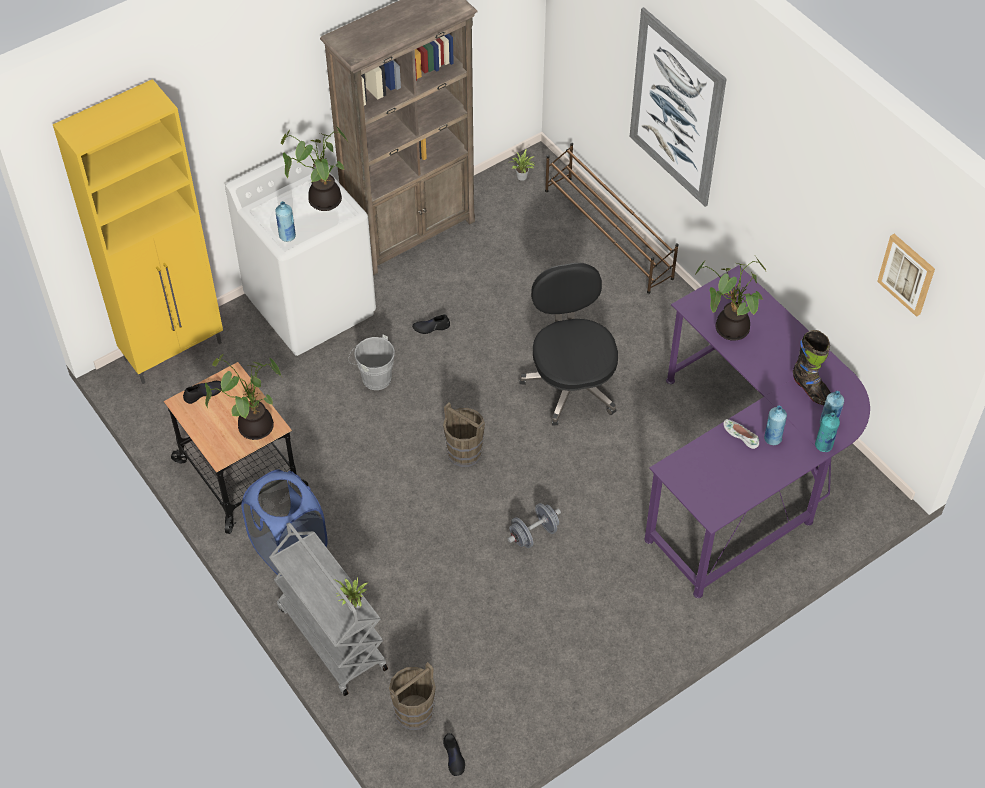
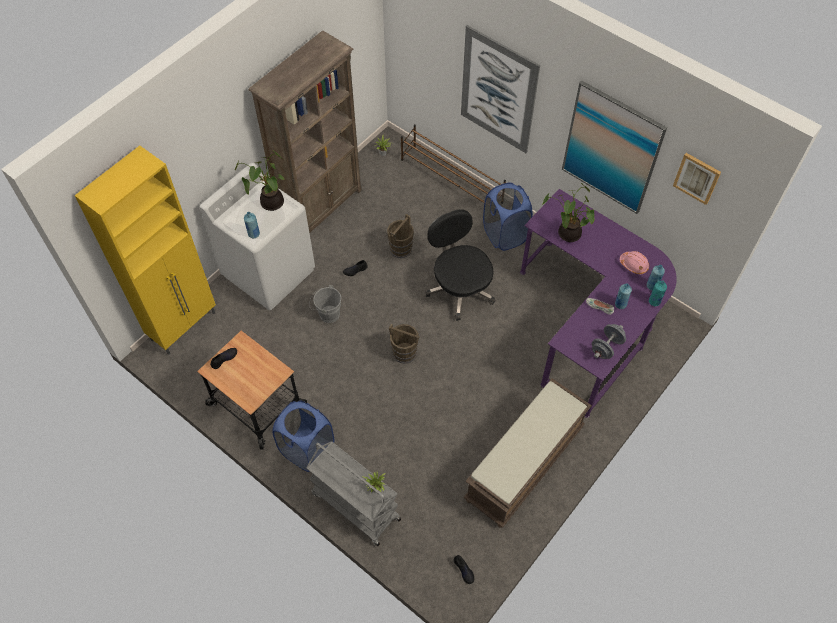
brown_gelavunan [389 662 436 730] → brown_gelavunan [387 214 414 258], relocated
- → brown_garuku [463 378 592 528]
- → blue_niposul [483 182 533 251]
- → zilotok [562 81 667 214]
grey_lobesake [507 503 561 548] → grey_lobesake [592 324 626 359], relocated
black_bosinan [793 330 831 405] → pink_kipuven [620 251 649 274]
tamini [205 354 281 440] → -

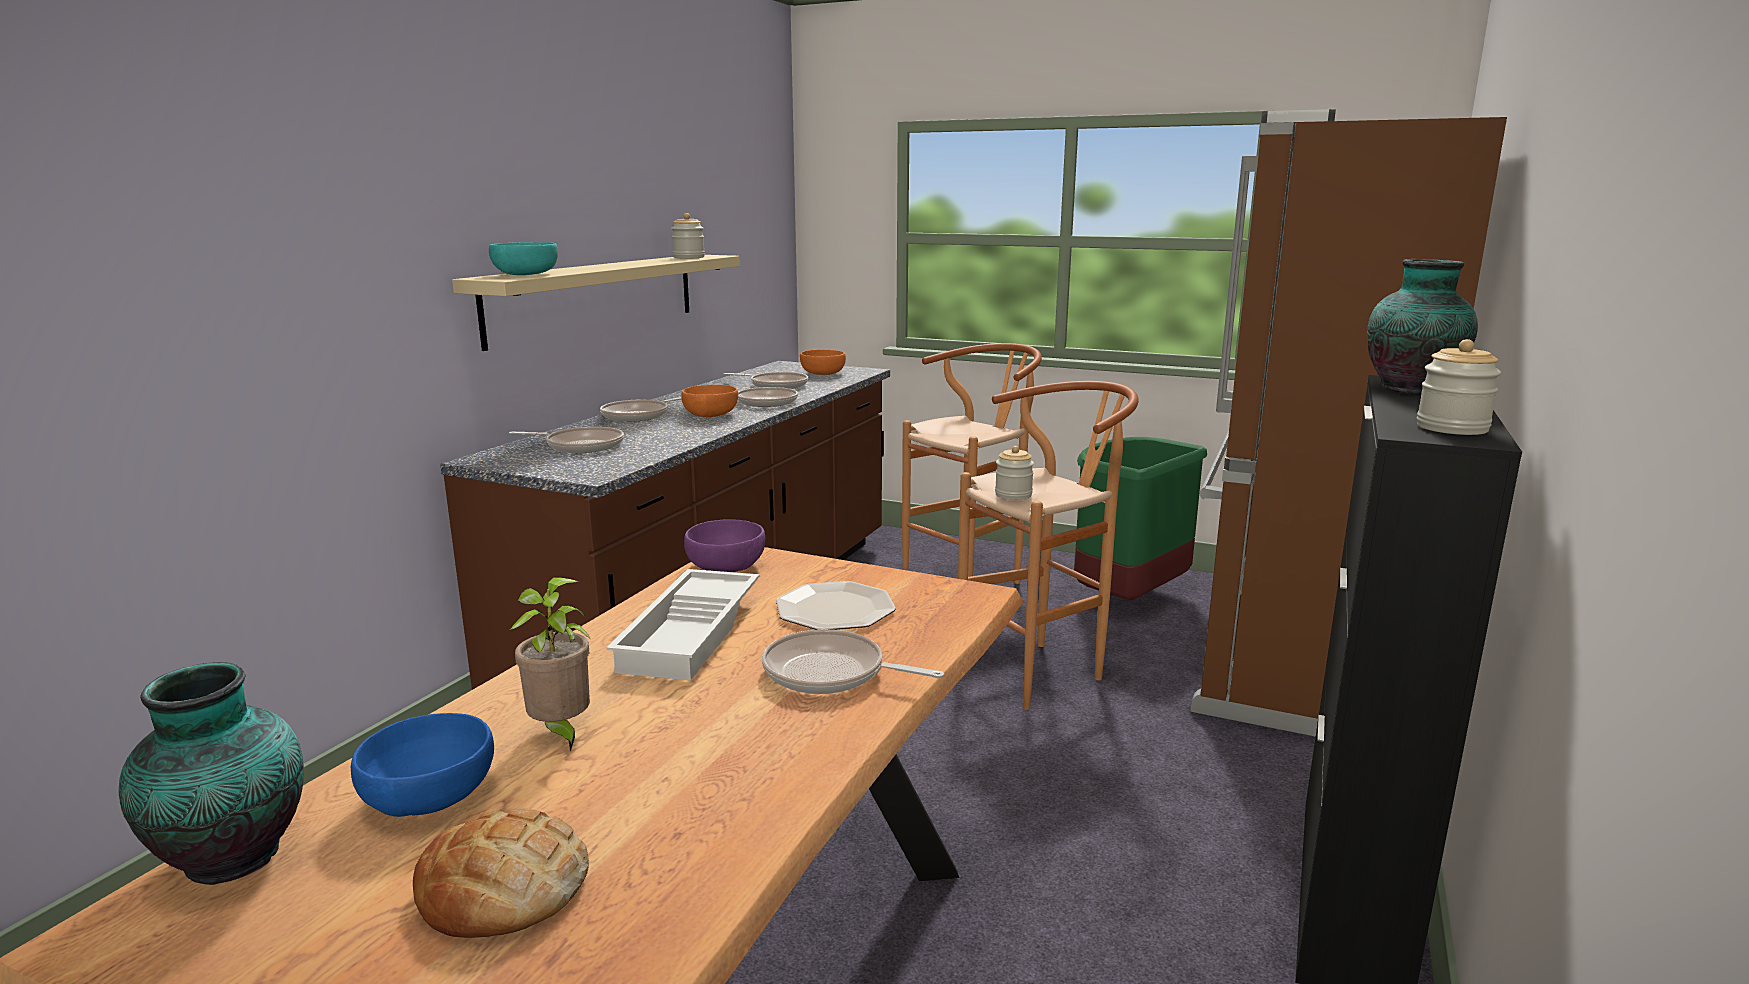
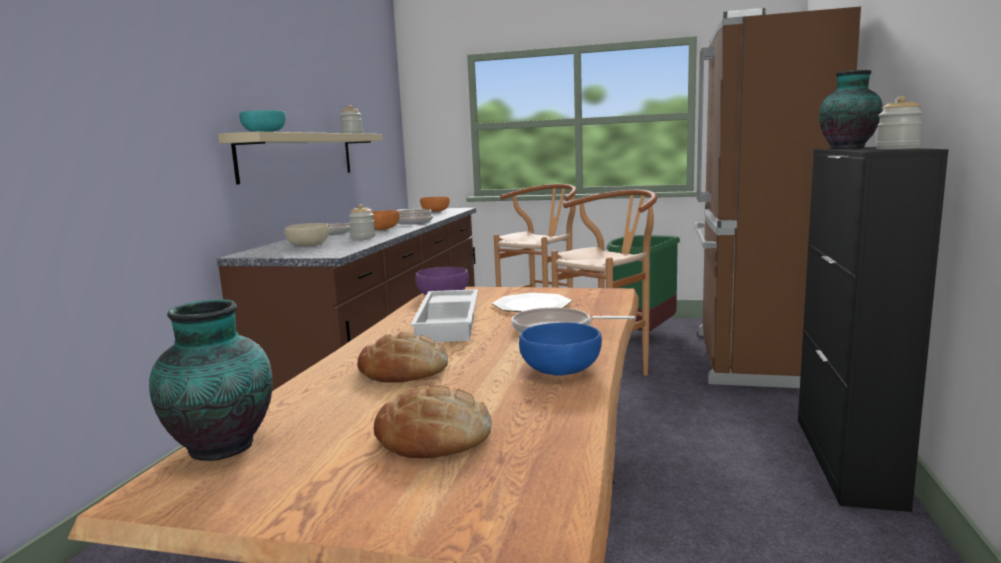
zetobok [509 426 624 453] → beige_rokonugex [285 223 330 246]
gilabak [995 446 1034 500] → gilabak [349 204 376 239], relocated
tamini [509 577 590 752] → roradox [357 332 448 383]
blue_rokonugex [350 713 494 817] → blue_rokonugex [519 322 602 376], relocated

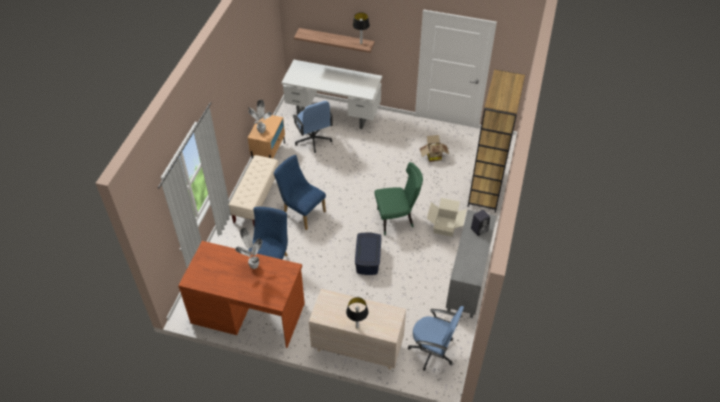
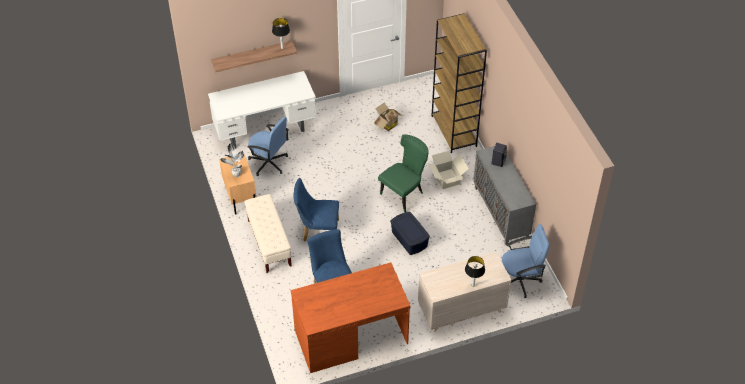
tamini [236 228 262 269] → -

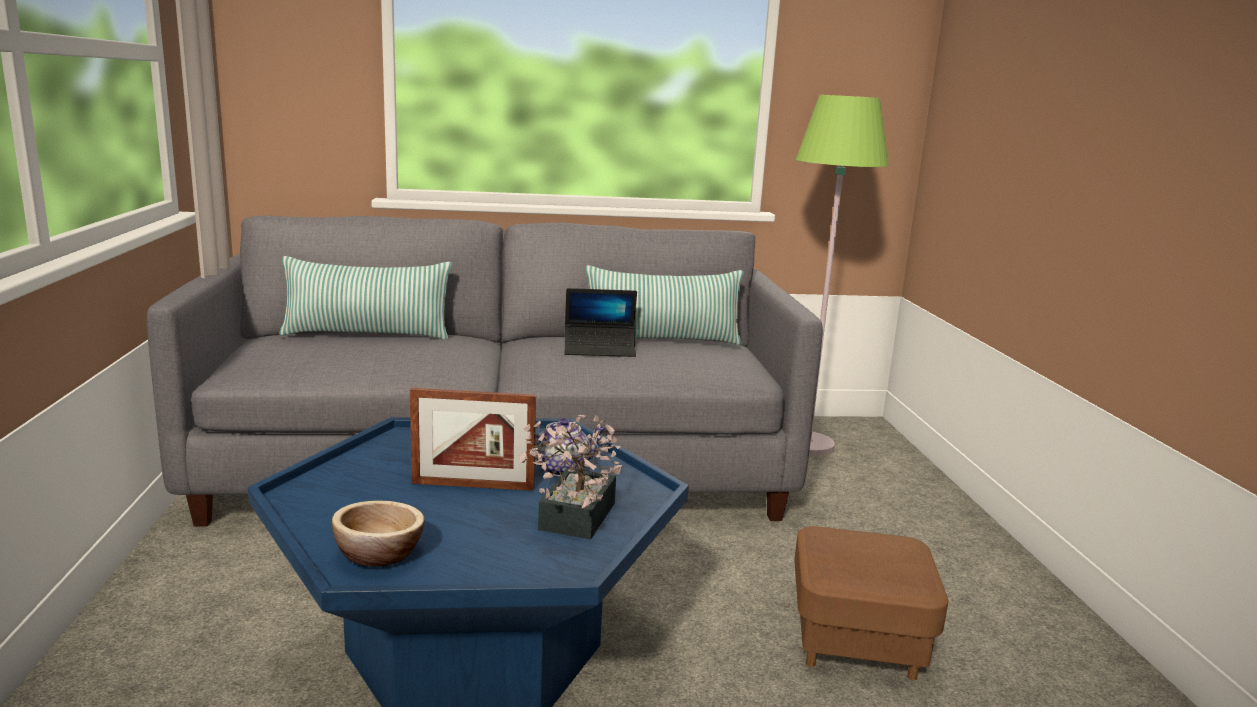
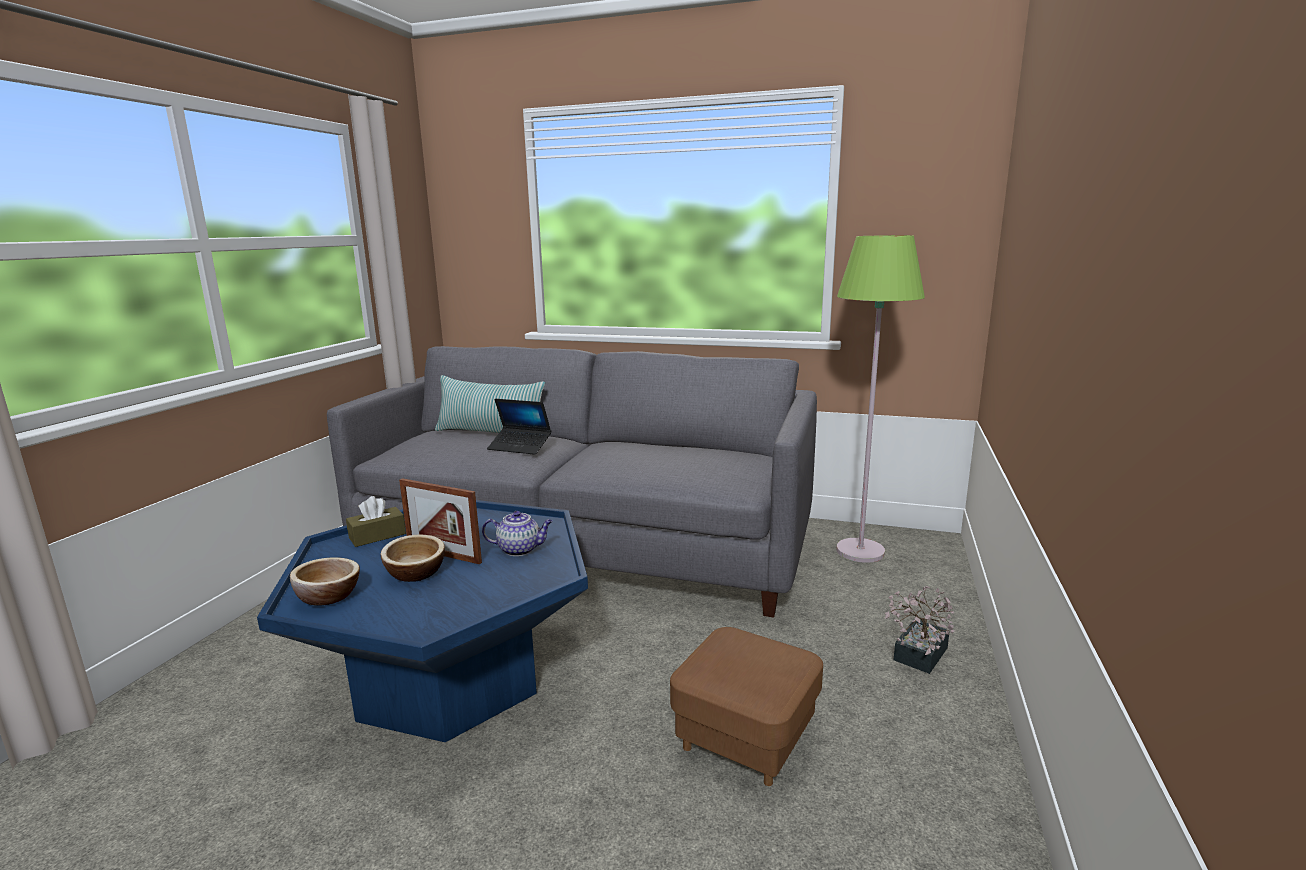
- → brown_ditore [346 496 406 547]
- → rokonugex [381 535 445 582]
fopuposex [565 288 637 357] → fopuposex [487 399 551 455], relocated
tamini [519 415 623 540] → tamini [884 586 955 674], relocated
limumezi [585 265 744 345] → -

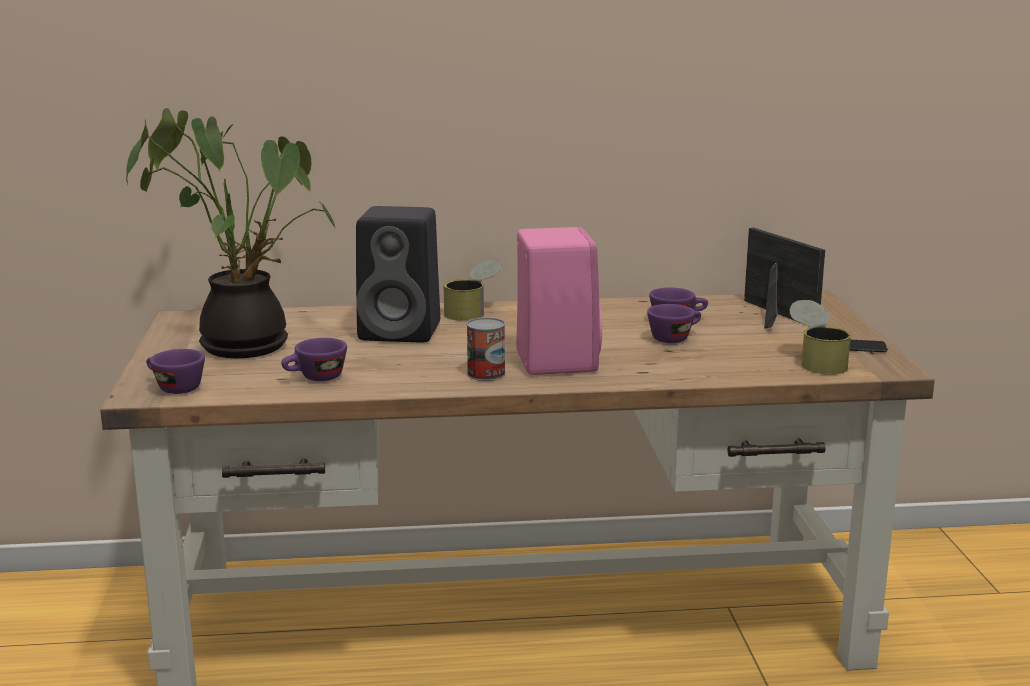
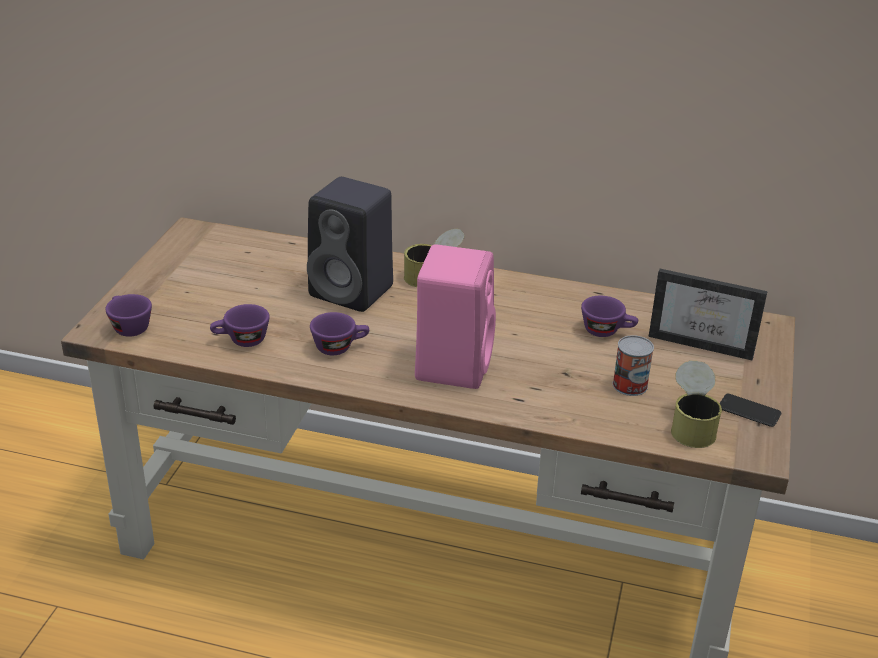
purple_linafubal [647 304 701 343] → purple_linafubal [310 312 369 355], relocated
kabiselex [466 317 506 381] → kabiselex [613 335 654 396], relocated
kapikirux [744 228 825 329] → kapikirux [649 269 768 360], 120 degrees clockwise
tamini [126 108 337 358] → -

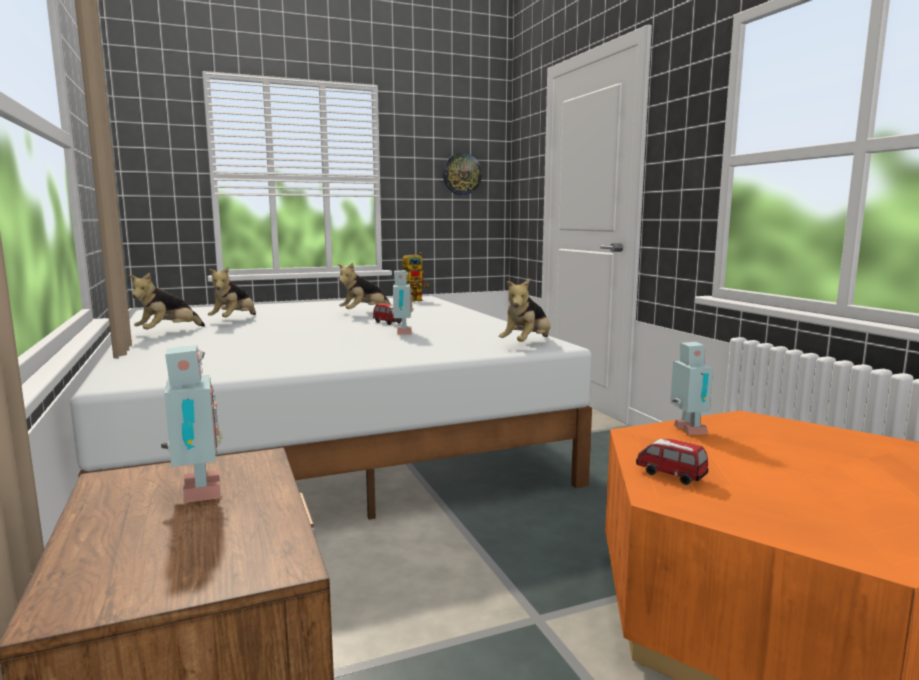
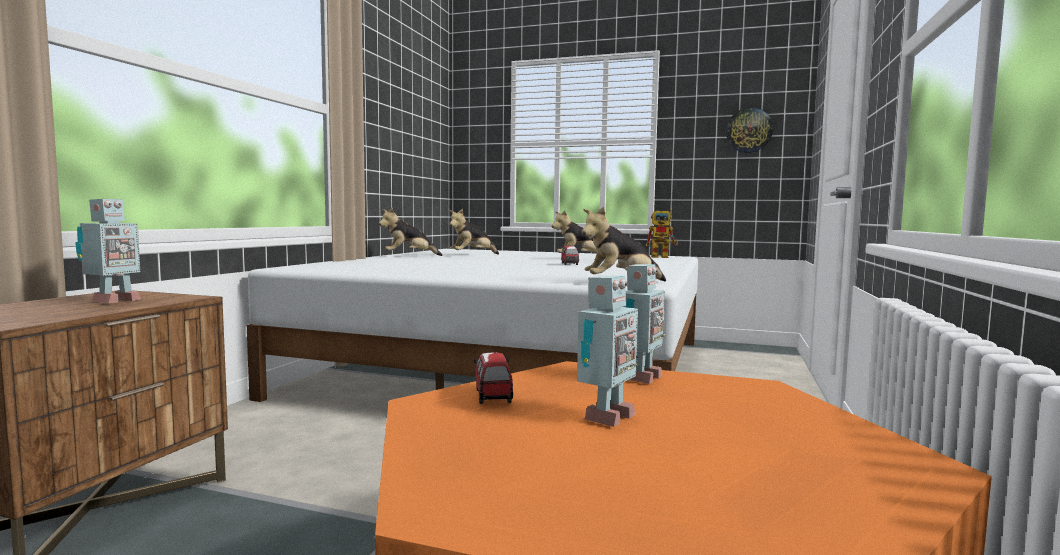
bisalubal [390 270 414 335] → bisalubal [577 275 638 427], relocated

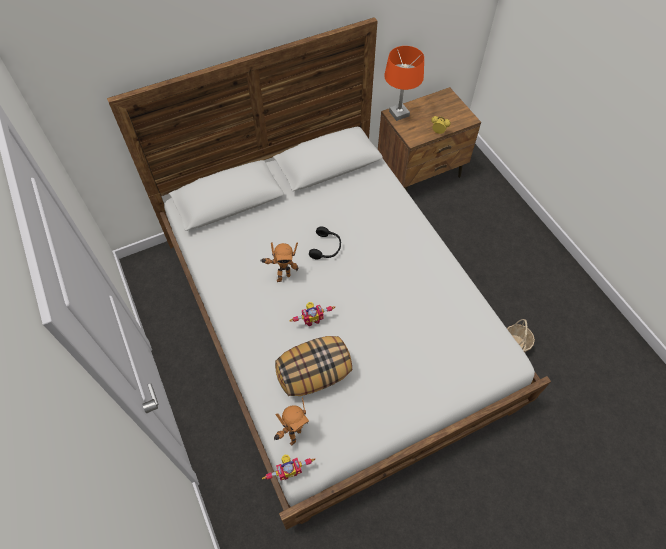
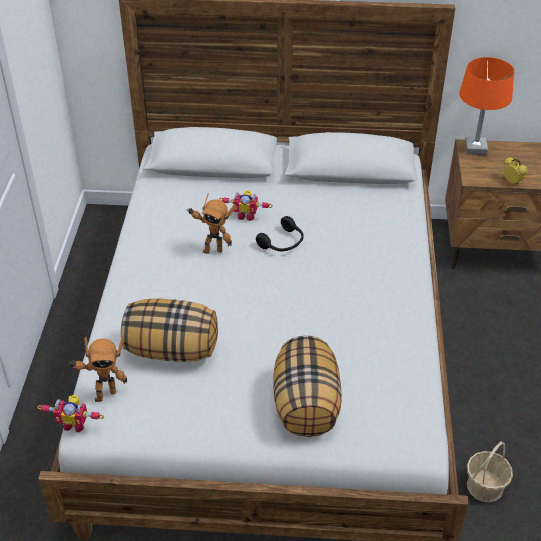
bisalubal [290 302 335 326] → bisalubal [219 191 273 221], relocated
- → limumezi [273 335 342 437]

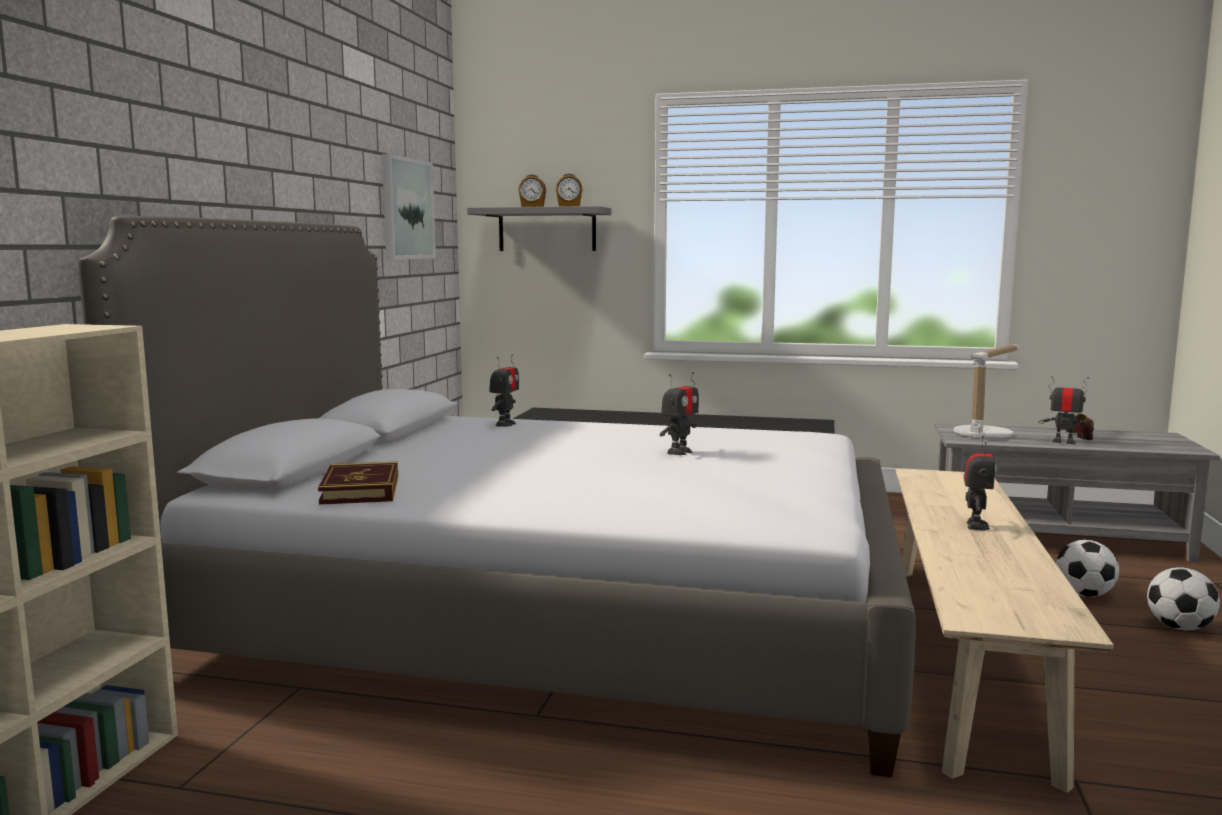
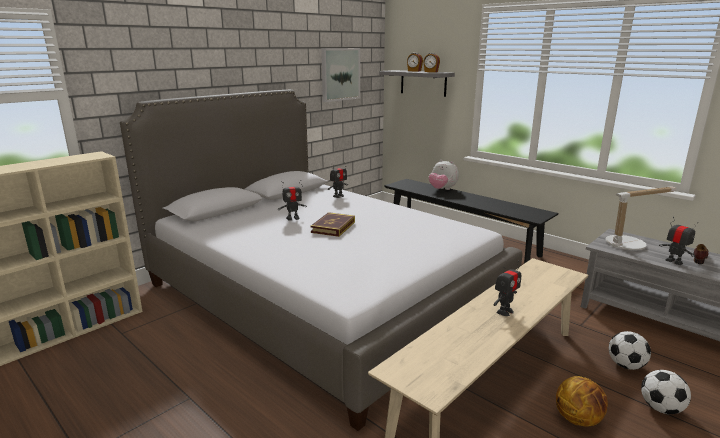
bisalubal [660 372 699 455] → bisalubal [278 180 307 221], relocated
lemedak [318 462 398 505] → lemedak [311 212 355 237], relocated
- → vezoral [429 159 459 190]
- → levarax [556 376 608 426]

